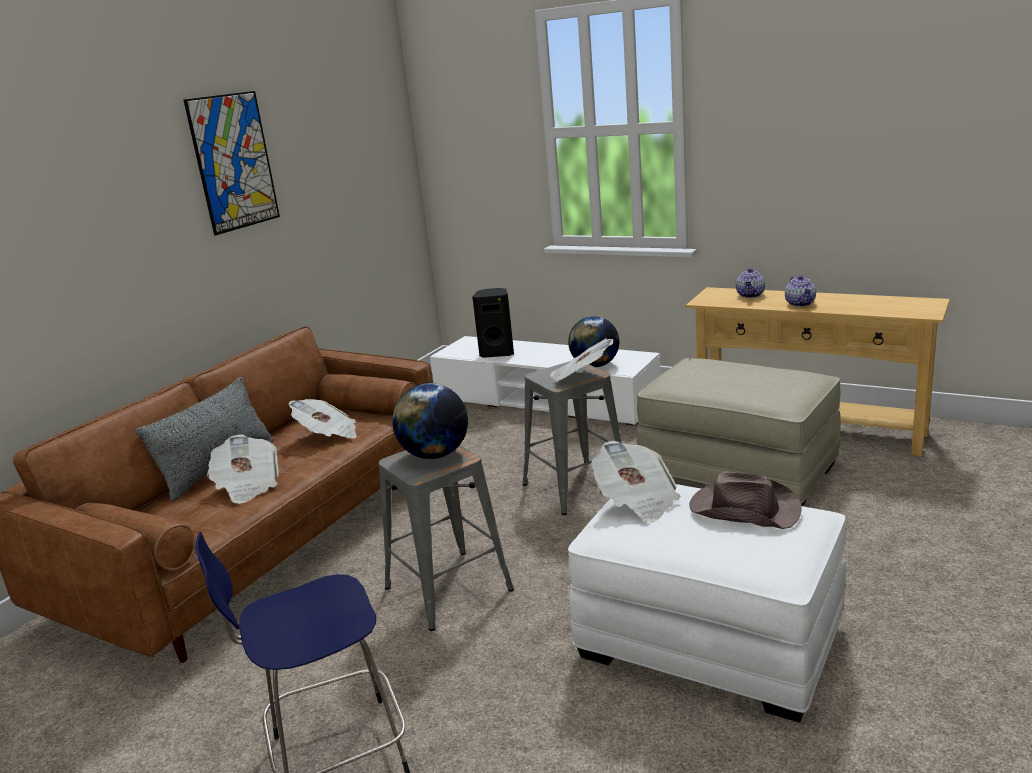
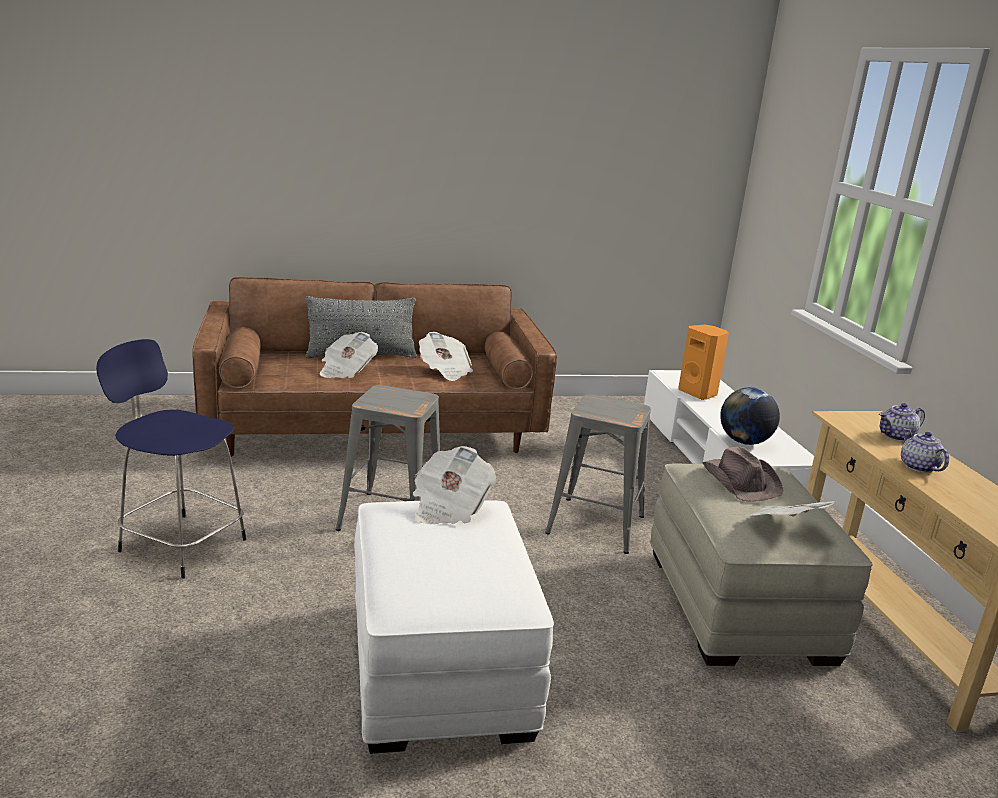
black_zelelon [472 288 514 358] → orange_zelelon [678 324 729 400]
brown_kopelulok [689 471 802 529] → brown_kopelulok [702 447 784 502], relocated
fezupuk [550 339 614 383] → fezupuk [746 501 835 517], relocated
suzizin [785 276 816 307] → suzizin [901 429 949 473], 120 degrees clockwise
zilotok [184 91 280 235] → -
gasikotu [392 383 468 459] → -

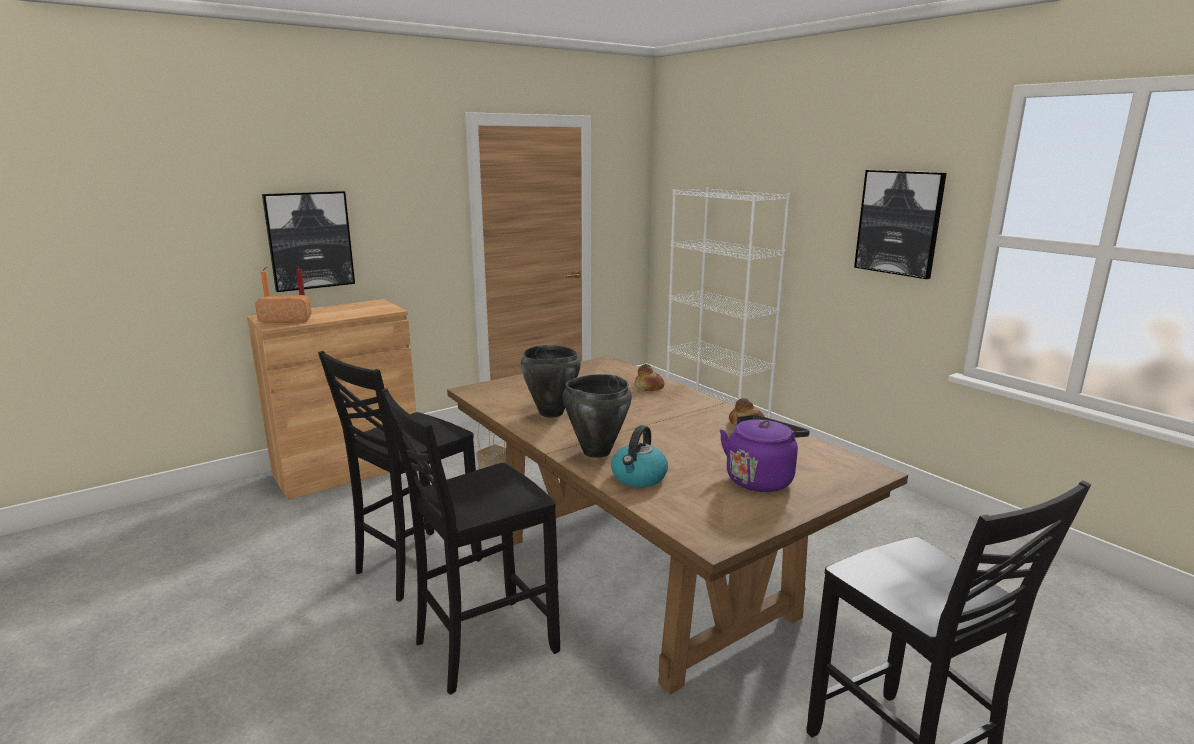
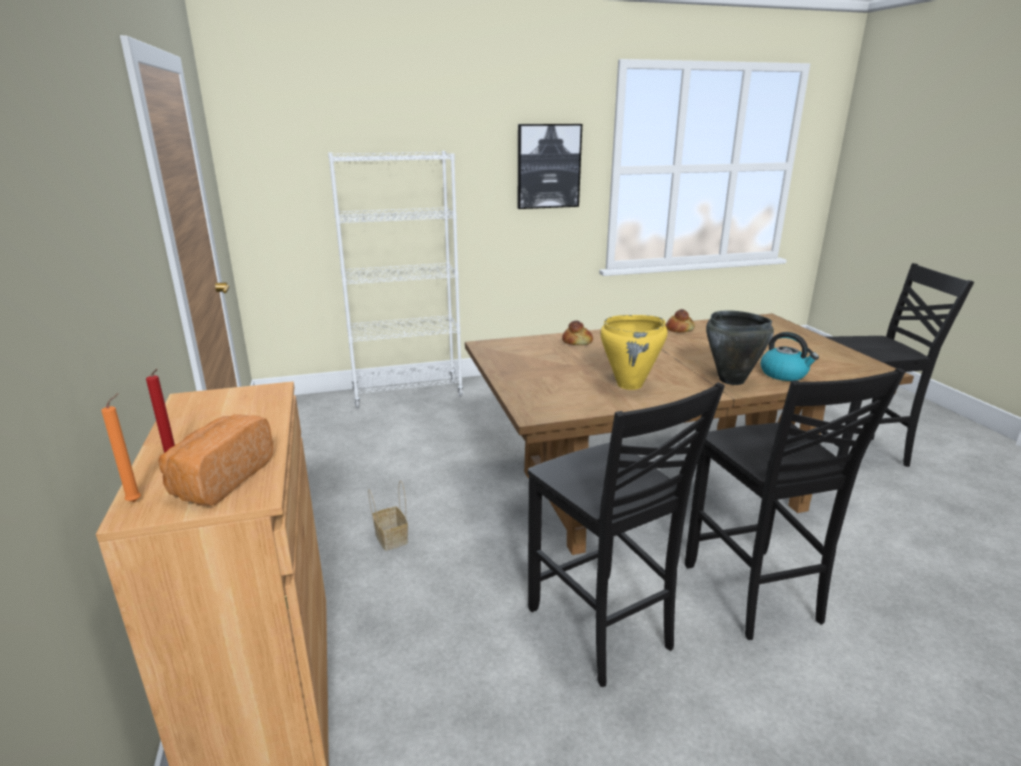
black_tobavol [520 345 581 417] → yellow_tobavol [600 315 668 390]
zilotok [262 191 355 292] → -
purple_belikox [720 414 810 492] → -

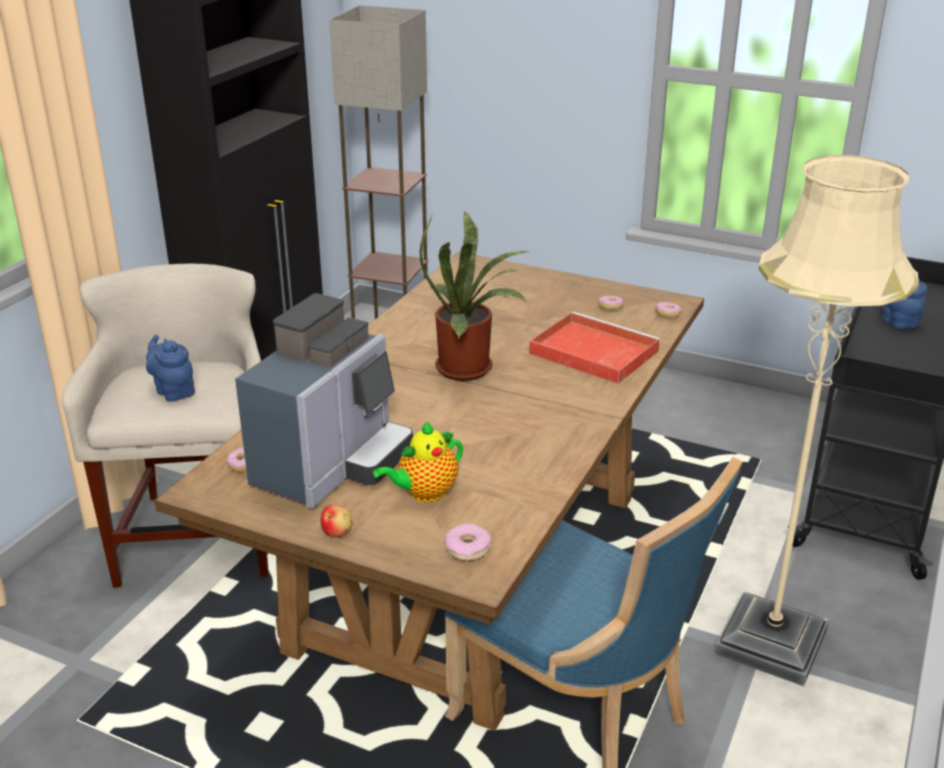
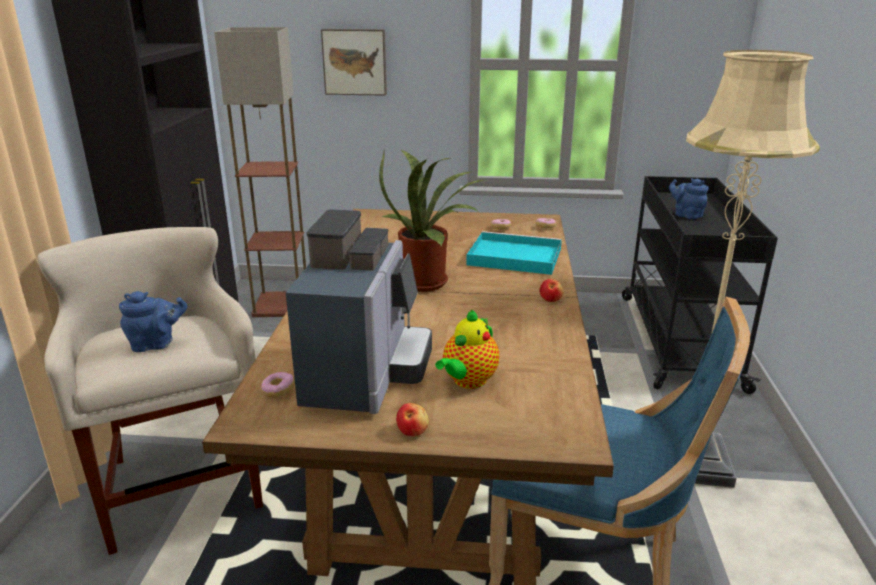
blue_suzizin [146 335 195 402] → blue_suzizin [119 291 187 352], 135 degrees clockwise
- → zilotok [321 29 387 96]
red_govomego [529 312 661 384] → turquoise_govomego [466 231 562 275]
- → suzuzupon [539 279 563 302]
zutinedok [444 523 491 561] → -

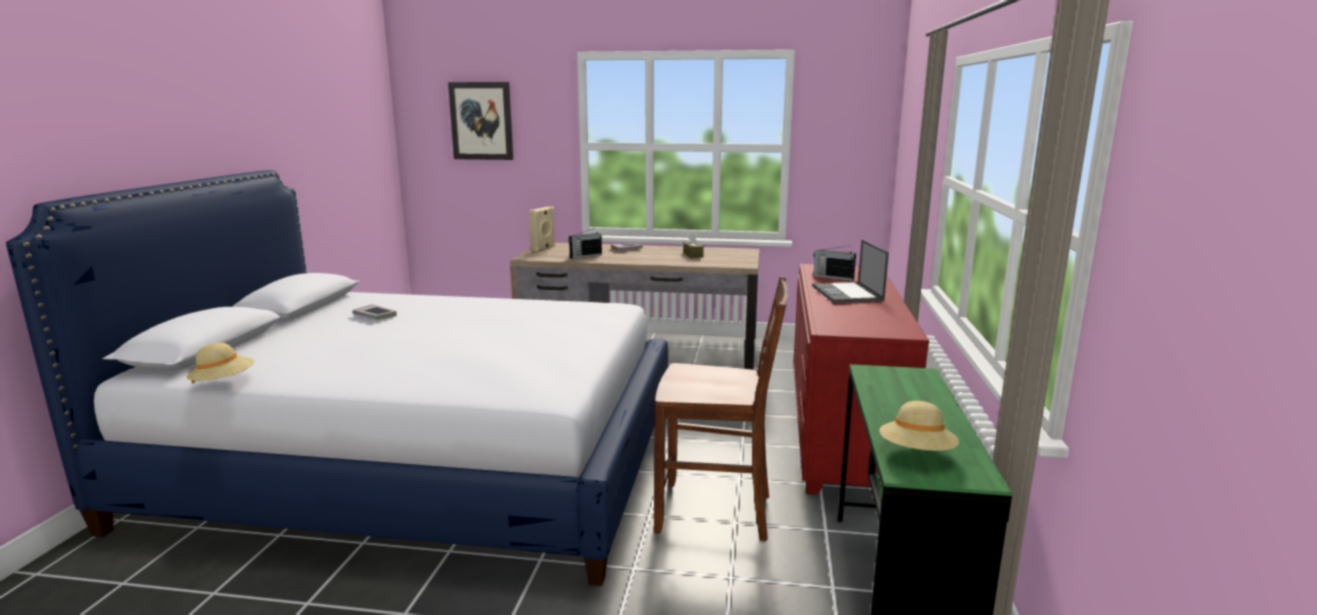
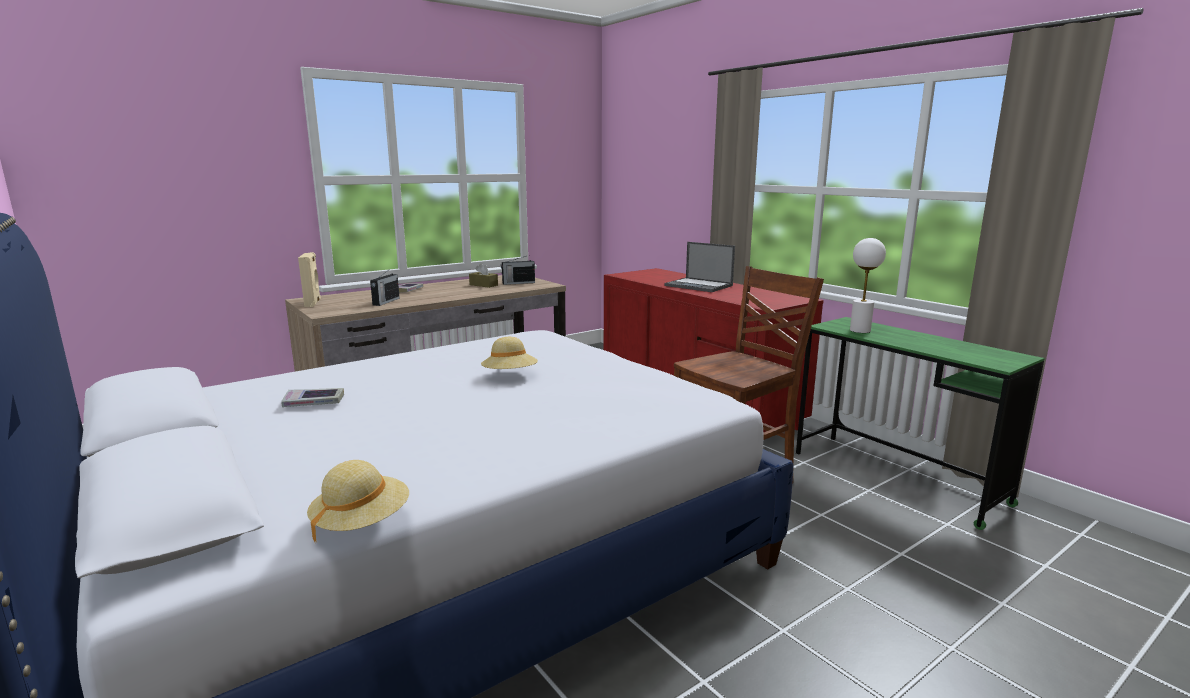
beige_kopelulok [879 401 959 451] → beige_kopelulok [481 337 538 369], relocated
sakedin [813 246 856 281] → sakedin [501 256 535 285], relocated
- → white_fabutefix [850 238 886 333]
zilotok [448 82 513 160] → -

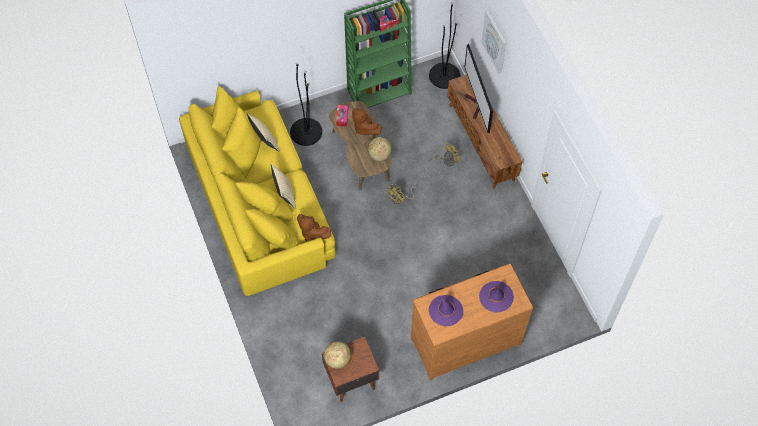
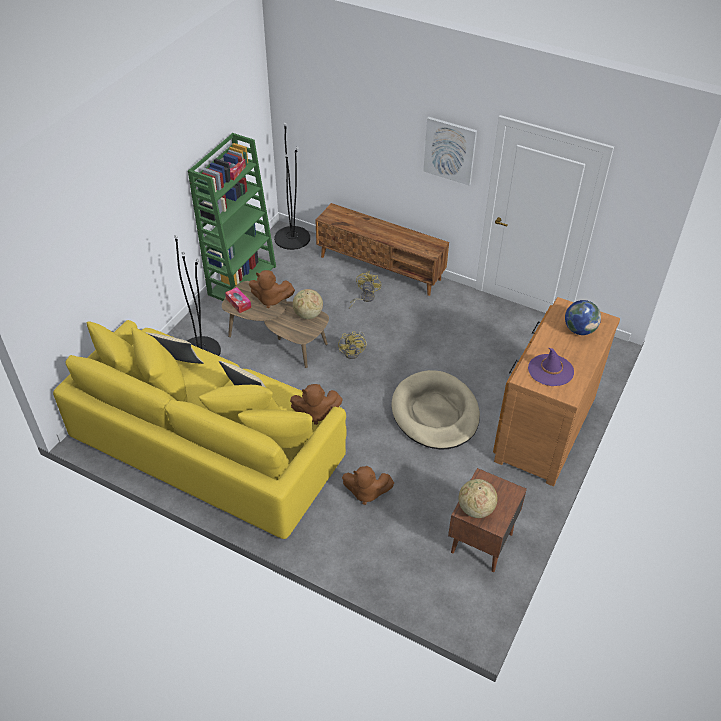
- → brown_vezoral [342 466 394 505]
- → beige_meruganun [392 370 480 450]
zilotok [481 10 506 74] → zilotok [423 117 477 186], relocated
purple_kopelulok [479 281 514 313] → gasikotu [565 300 601 335]
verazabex [464 43 493 133] → -

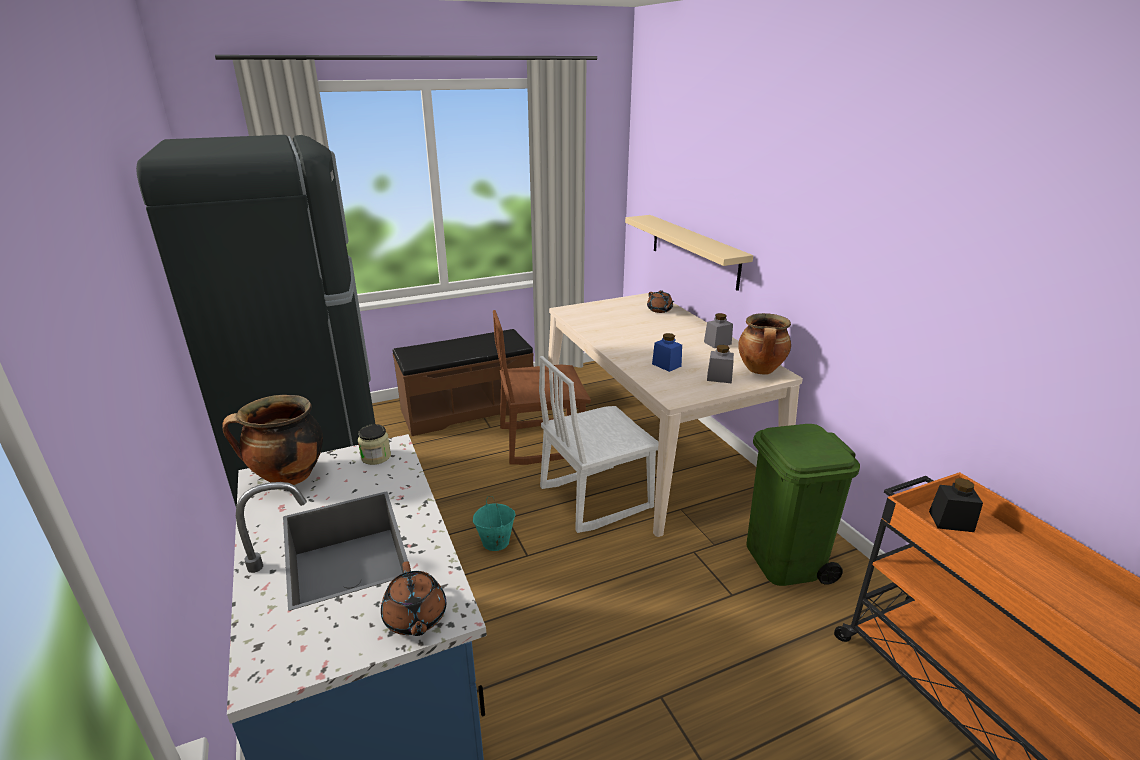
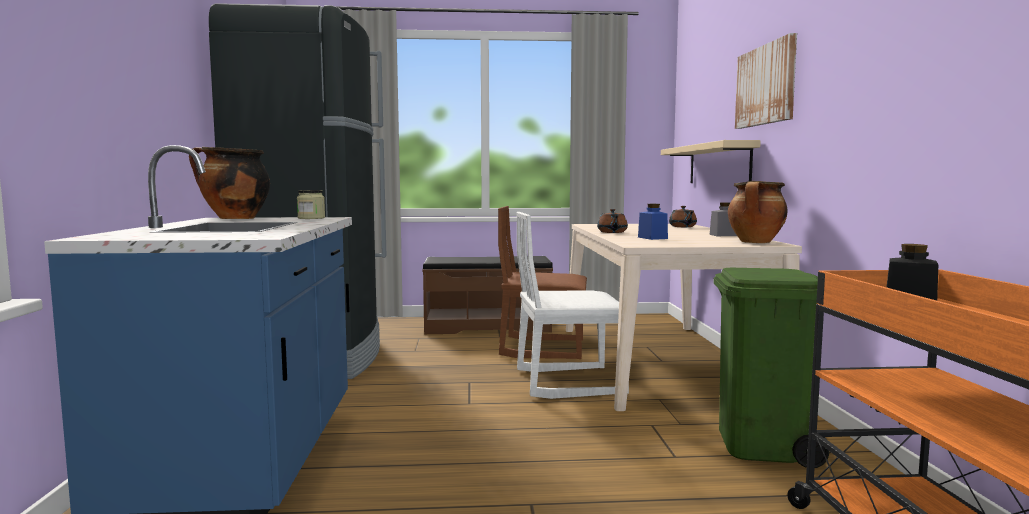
brown_suzizin [381 561 446 636] → brown_suzizin [597 209 628 233], relocated
- → zilotok [735 33 797 129]
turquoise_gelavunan [473 496 515 551] → -
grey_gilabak [707 345 734 383] → -

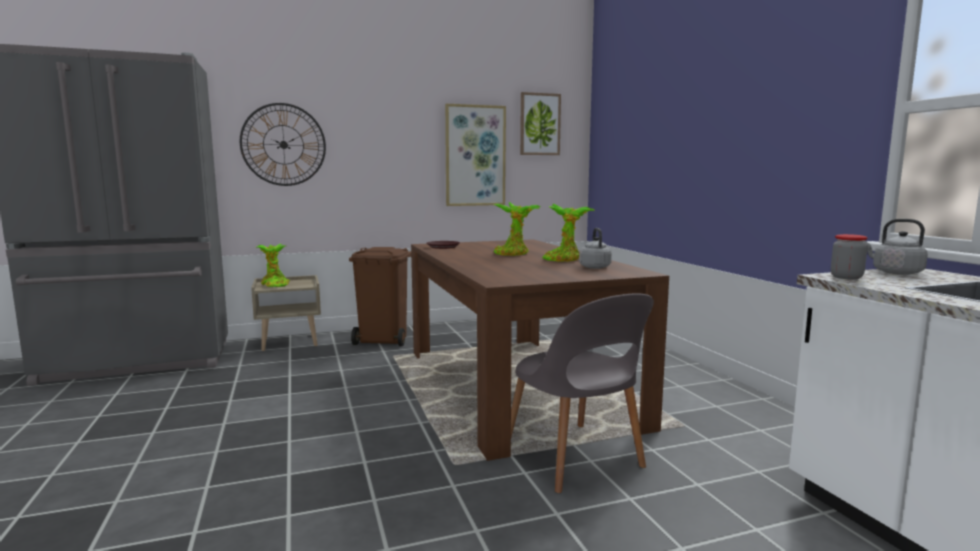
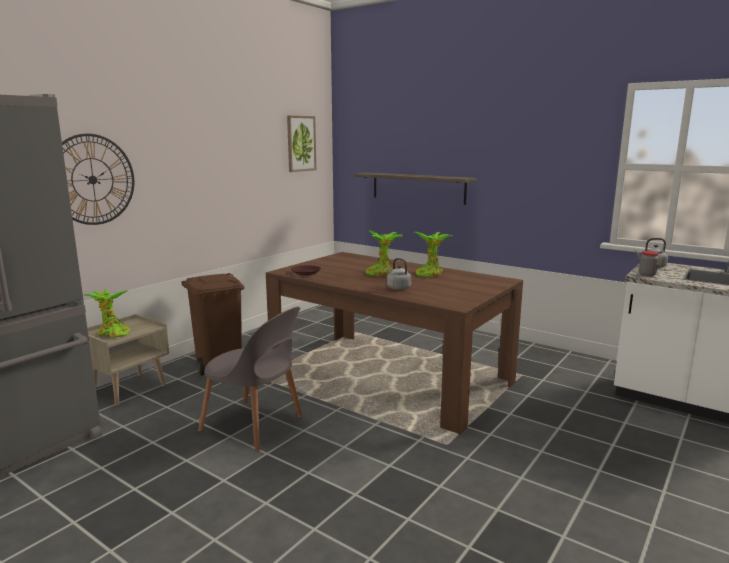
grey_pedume [511 293 654 493] → grey_pedume [198 307 303 451], relocated
- → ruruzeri [354 172 477 205]
grey_belikox [579 228 612 269] → grey_belikox [387 258 411 290], relocated
zilotok [445 104 506 206] → -

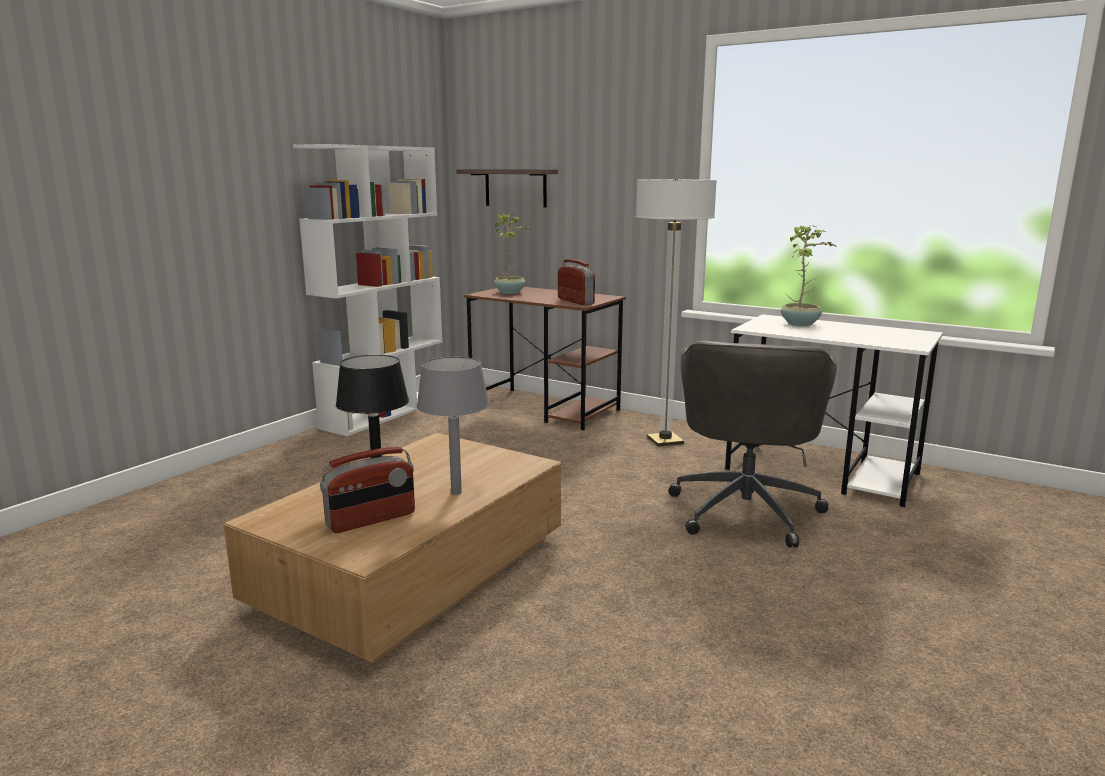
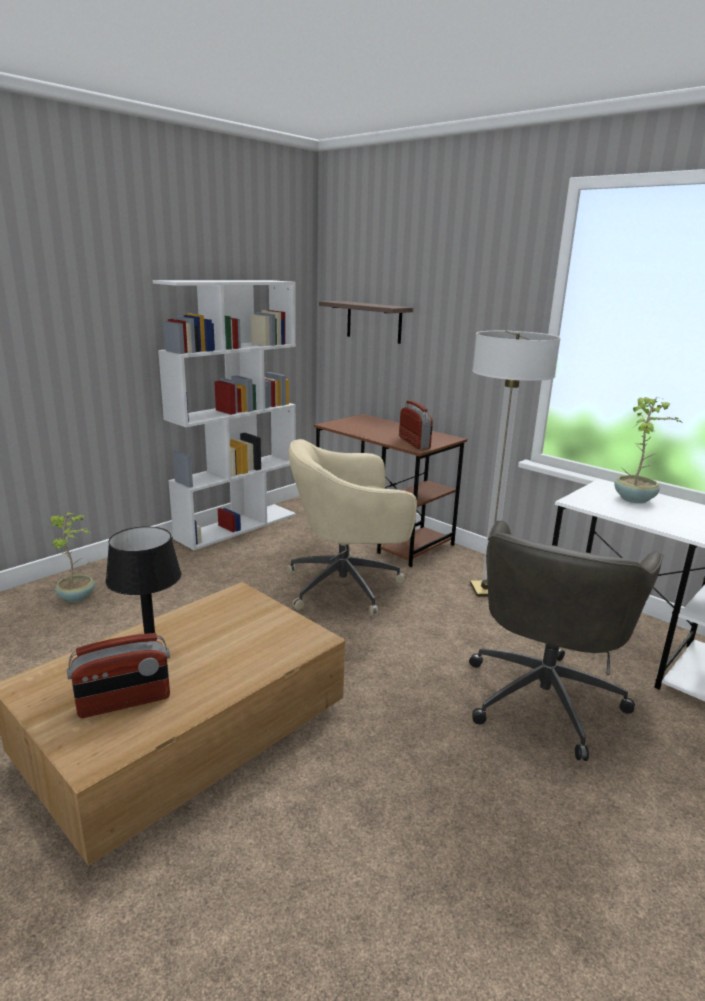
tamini [494 214 531 294] → tamini [50 513 95 602], relocated
- → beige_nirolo [287 439 417 616]
grey_fabutefix [416 357 489 495] → -

